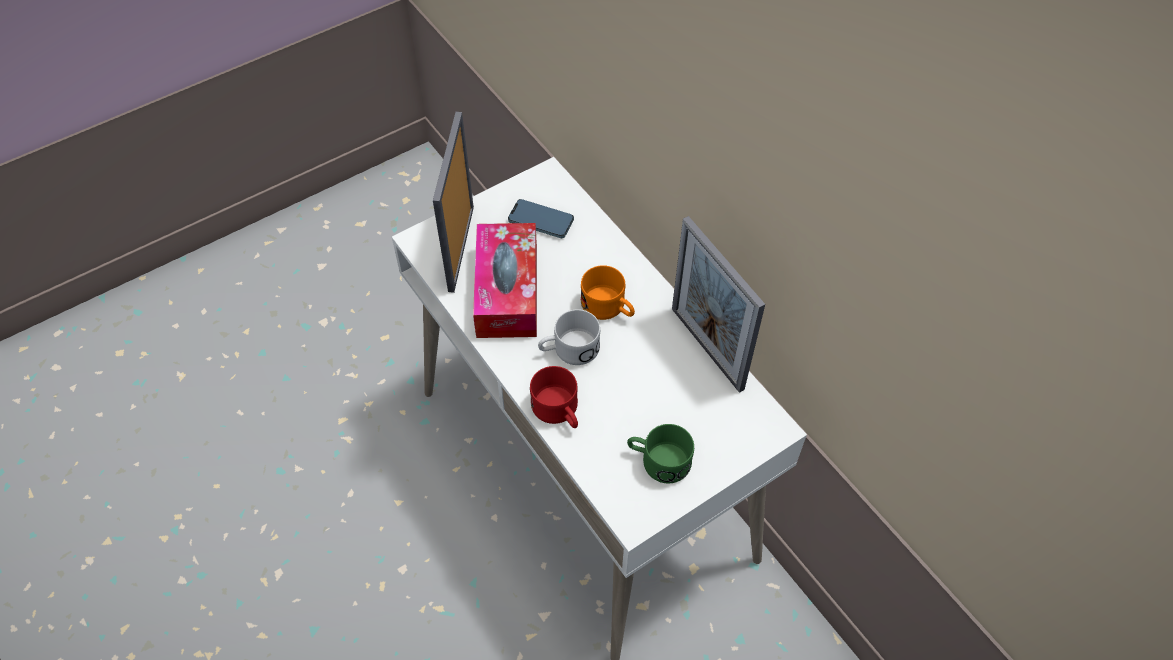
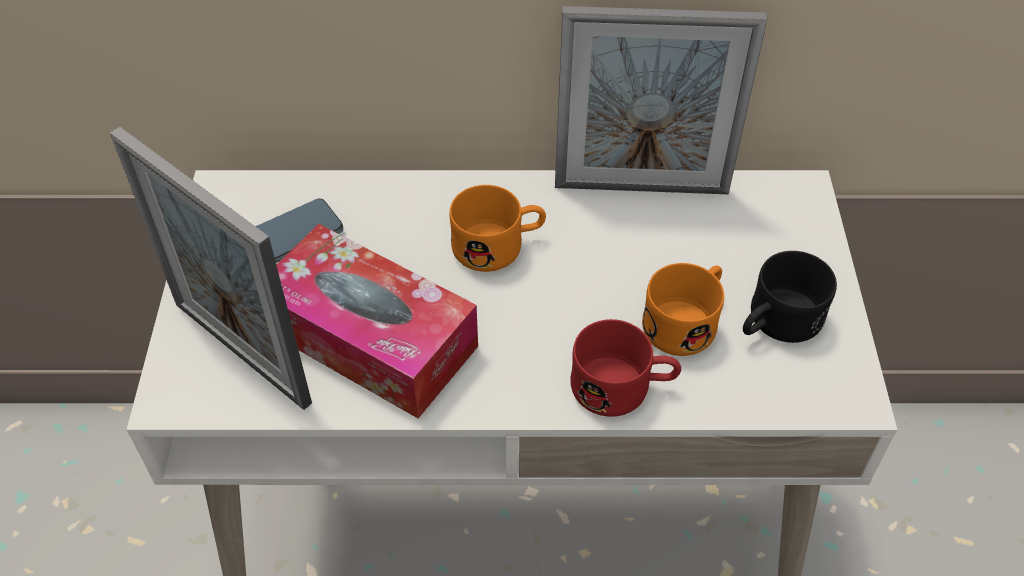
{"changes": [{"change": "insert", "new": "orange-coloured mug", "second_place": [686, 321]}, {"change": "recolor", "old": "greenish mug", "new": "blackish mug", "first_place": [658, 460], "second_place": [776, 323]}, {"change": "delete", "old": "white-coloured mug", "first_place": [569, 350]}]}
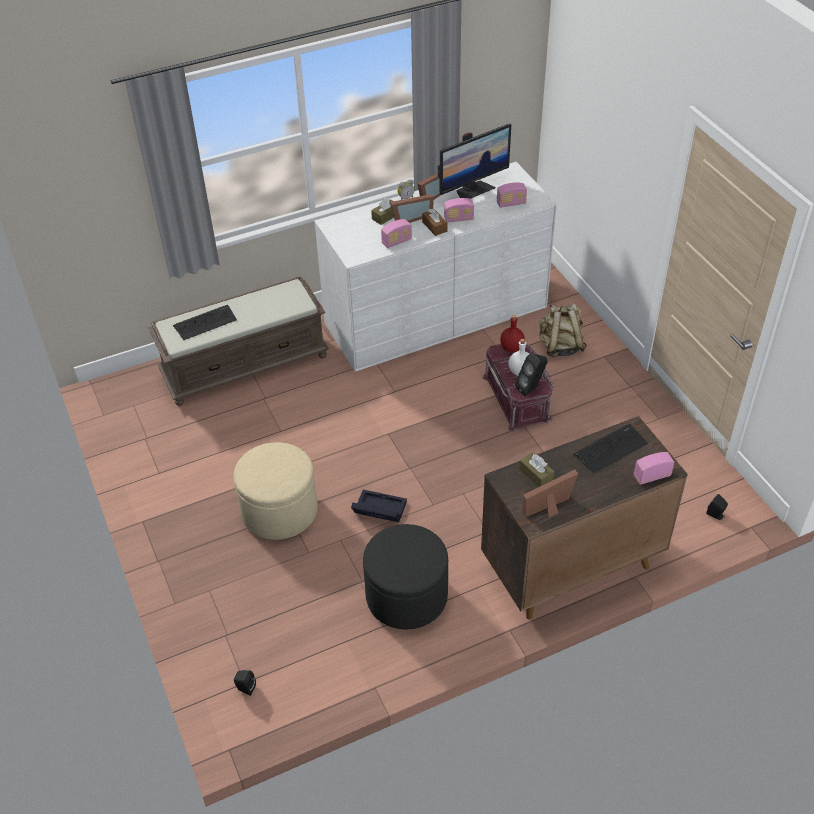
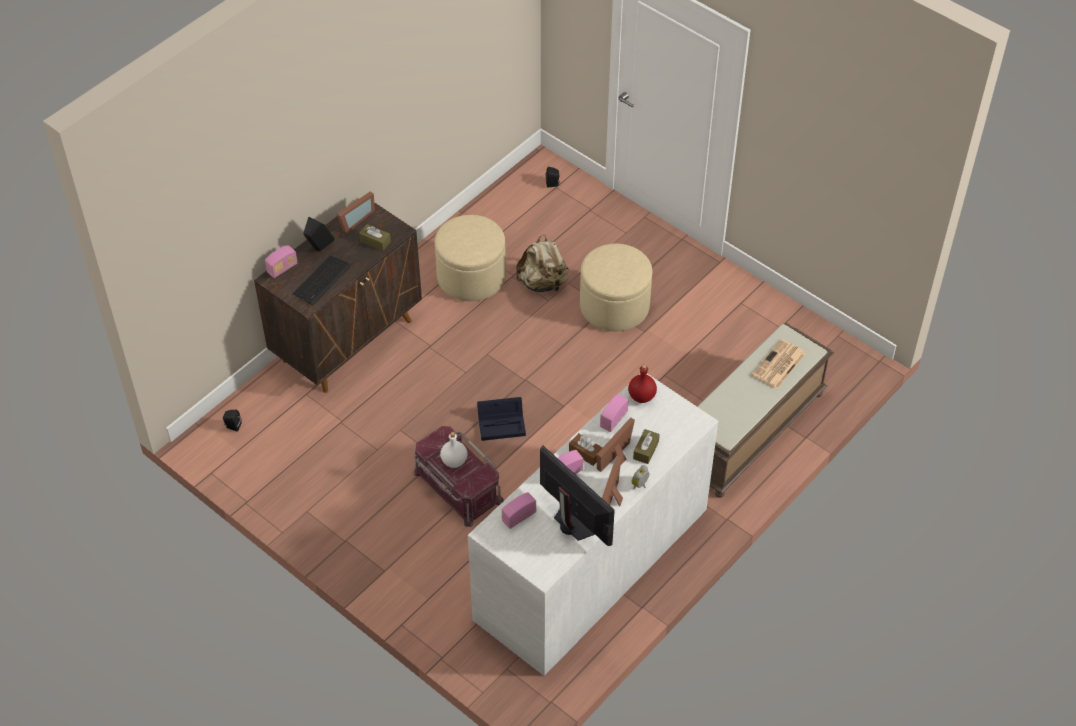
{"changes": [{"change": "move", "old": "blackish speaker", "first_place": [531, 389], "second_place": [319, 249]}, {"change": "recolor", "old": "blackish footrest", "new": "beige footrest", "first_place": [406, 596], "second_place": [471, 277]}, {"change": "move", "old": "blackish storage bin", "first_place": [378, 511], "second_place": [503, 424]}, {"change": "move", "old": "beige backpack", "first_place": [560, 346], "second_place": [543, 283]}, {"change": "rotate", "old": "monitor", "first_place": [472, 190], "second_place": [573, 524], "degrees": 105}, {"change": "move", "old": "reddish beverage bottle", "first_place": [511, 348], "second_place": [642, 396]}, {"change": "replace", "old": "computer keyboard", "new": "printed paper", "first_place": [205, 323], "second_place": [778, 365]}]}
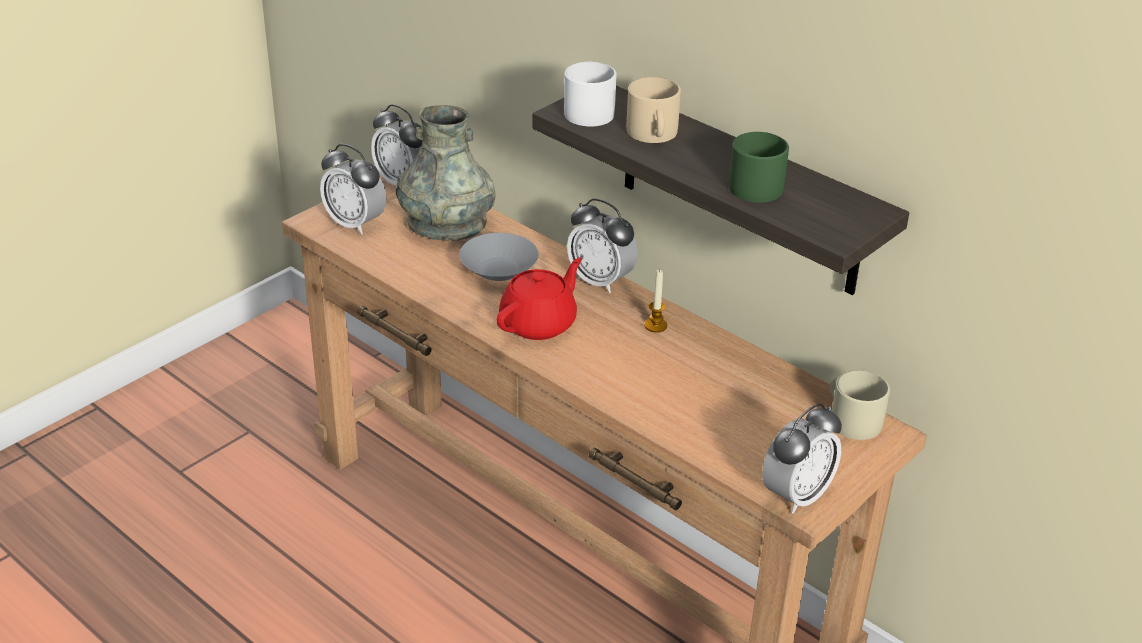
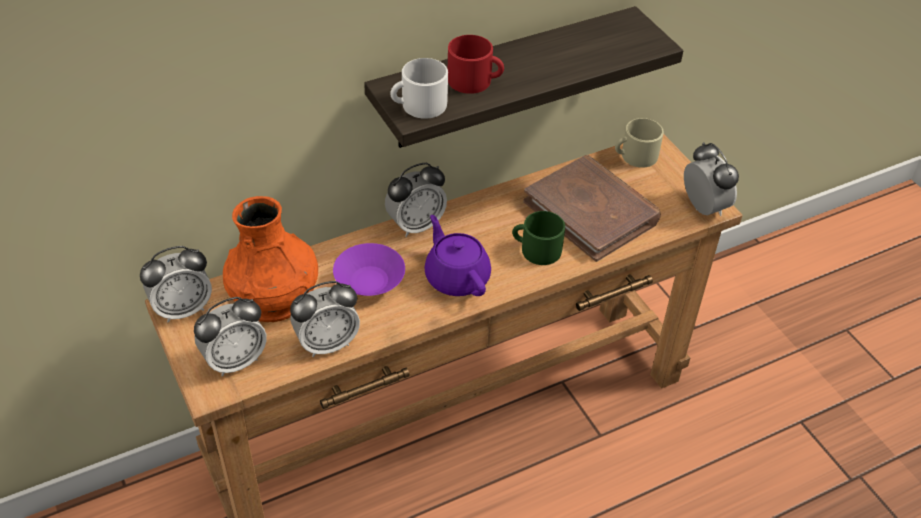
{"changes": [{"change": "recolor", "old": "gray decorative vase", "new": "orange-coloured decorative vase", "first_place": [447, 224], "second_place": [275, 296]}, {"change": "insert", "new": "alarm clock", "second_place": [327, 343]}, {"change": "recolor", "old": "gray serving bowl", "new": "purple serving bowl", "first_place": [498, 271], "second_place": [369, 282]}, {"change": "recolor", "old": "reddish pot for tea", "new": "purple pot for tea", "first_place": [539, 323], "second_place": [456, 277]}, {"change": "recolor", "old": "beige mug", "new": "reddish mug", "first_place": [653, 134], "second_place": [475, 81]}, {"change": "move", "old": "greenish mug", "first_place": [754, 184], "second_place": [536, 249]}, {"change": "insert", "new": "brown-coloured volume", "second_place": [591, 211]}, {"change": "delete", "old": "candle", "first_place": [655, 325]}]}
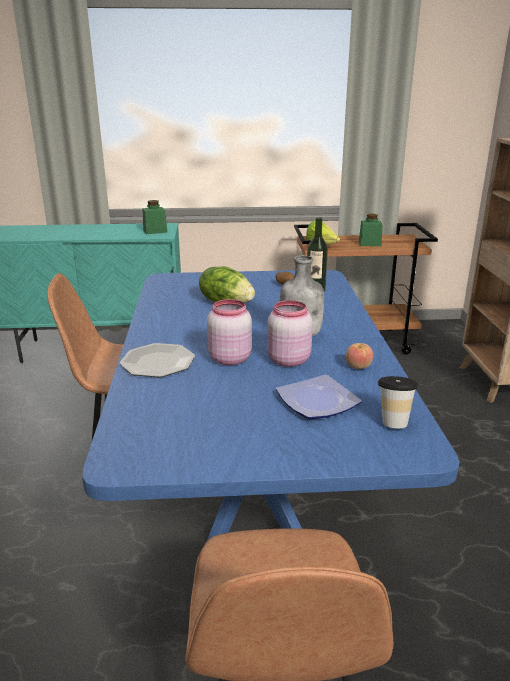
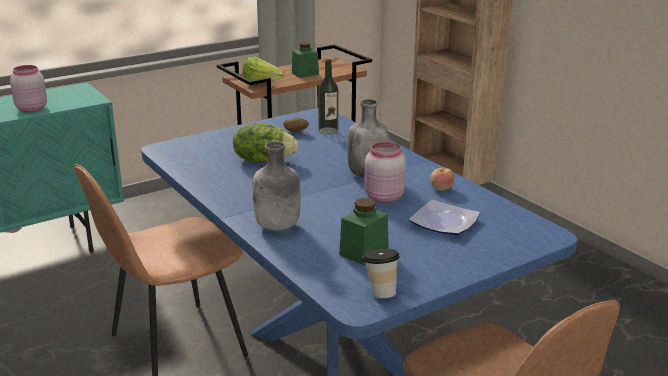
{"changes": [{"change": "move", "old": "pink jar", "first_place": [229, 358], "second_place": [31, 109]}, {"change": "replace", "old": "dinner plate", "new": "gray beverage bottle", "first_place": [157, 362], "second_place": [277, 227]}, {"change": "move", "old": "greenish jar", "first_place": [155, 231], "second_place": [364, 252]}, {"change": "move", "old": "cup", "first_place": [393, 421], "second_place": [380, 292]}]}
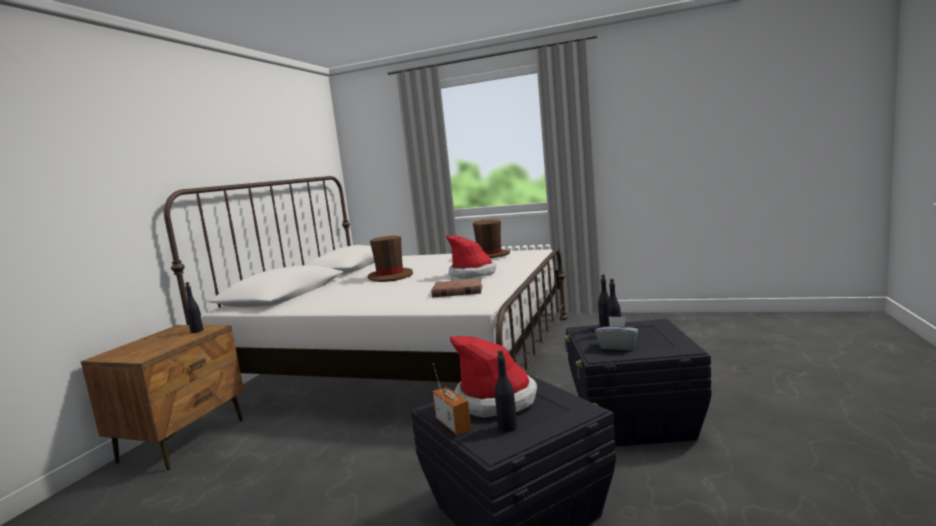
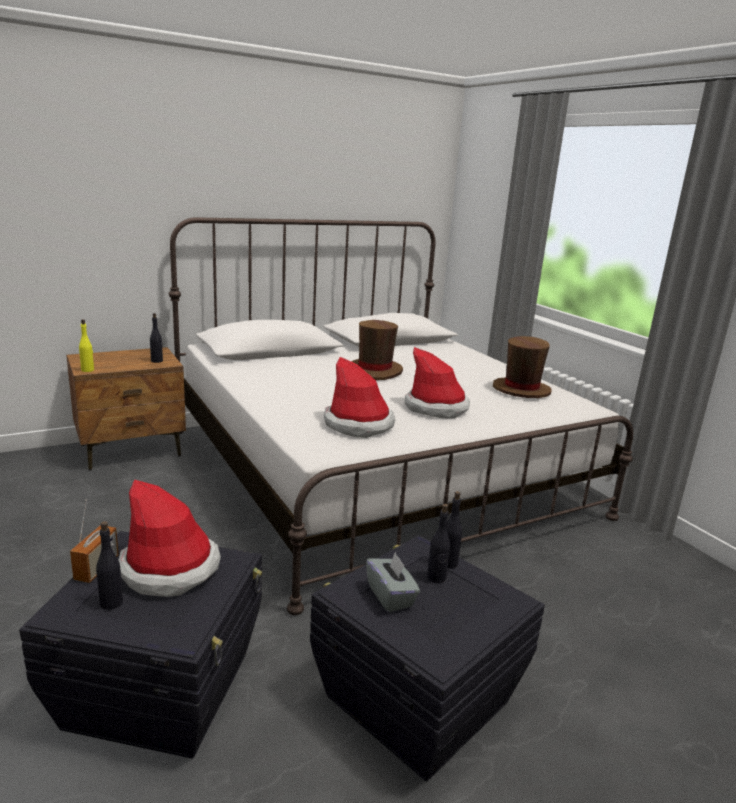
{"changes": [{"change": "insert", "new": "yellowish beverage bottle", "second_place": [87, 370]}, {"change": "replace", "old": "brown-coloured volume", "new": "clothing hat", "first_place": [457, 291], "second_place": [358, 424]}]}
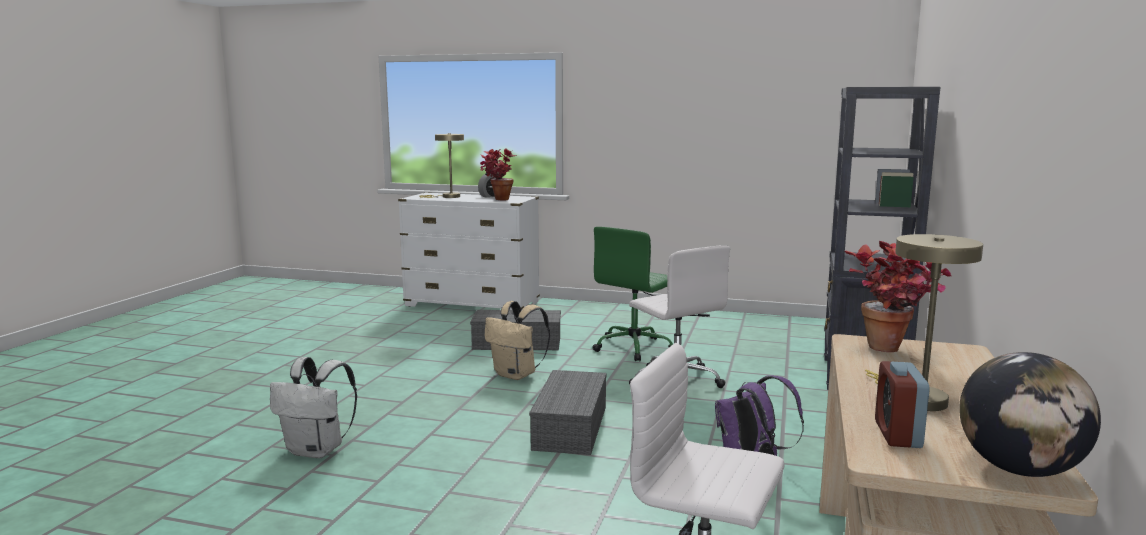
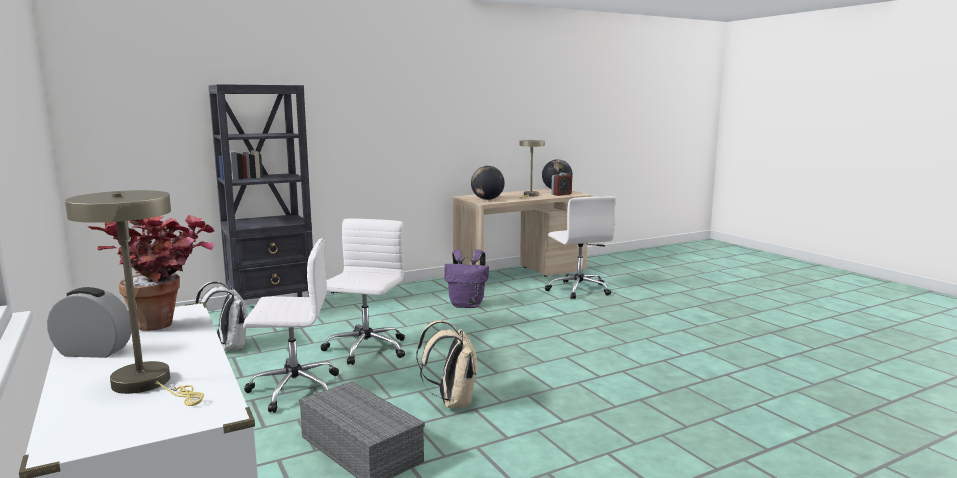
{"changes": [{"change": "move", "old": "white-coloured backpack", "first_place": [317, 450], "second_place": [228, 347]}, {"change": "recolor", "old": "greenish desk chair", "new": "white-coloured desk chair", "first_place": [635, 347], "second_place": [293, 389]}, {"change": "replace", "old": "potted plant", "new": "world globe", "first_place": [892, 352], "second_place": [487, 199]}, {"change": "delete", "old": "gray storage bin", "first_place": [571, 428]}]}
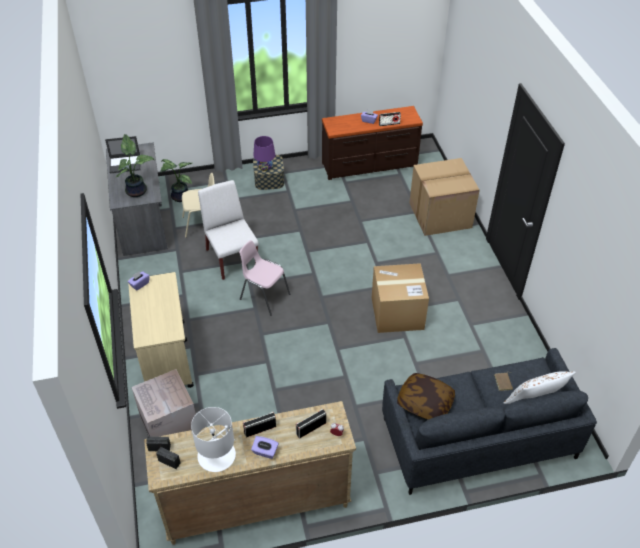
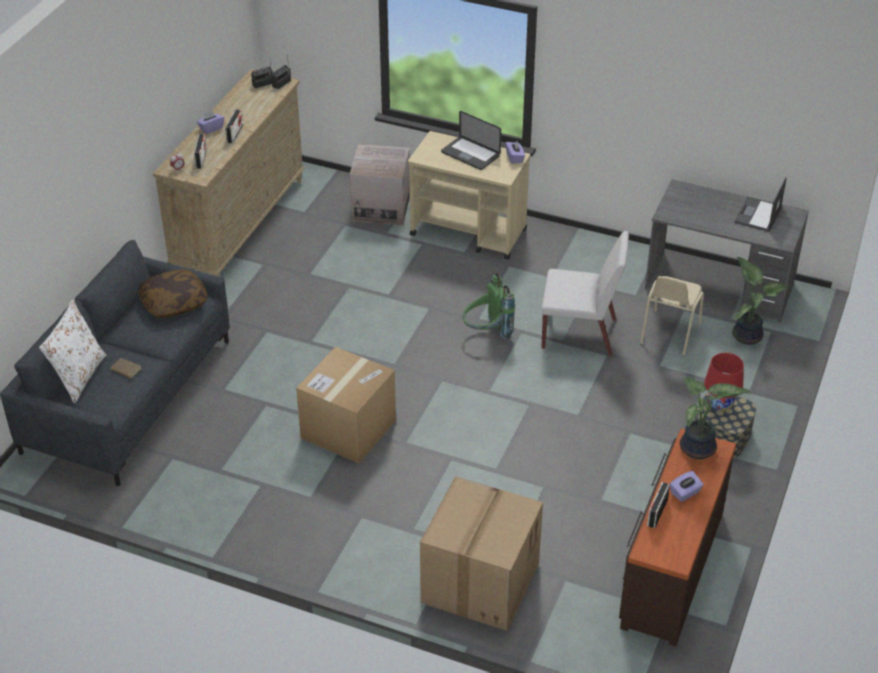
{"changes": [{"change": "insert", "new": "portable computer", "second_place": [470, 154]}, {"change": "replace", "old": "pink upright chair", "new": "greenish backpack", "first_place": [264, 296], "second_place": [487, 333]}, {"change": "move", "old": "potted plant", "first_place": [137, 190], "second_place": [699, 450]}, {"change": "recolor", "old": "purple lamp for a table", "new": "reddish lamp for a table", "first_place": [265, 167], "second_place": [720, 404]}, {"change": "delete", "old": "white-coloured lamp for a table", "first_place": [217, 455]}]}
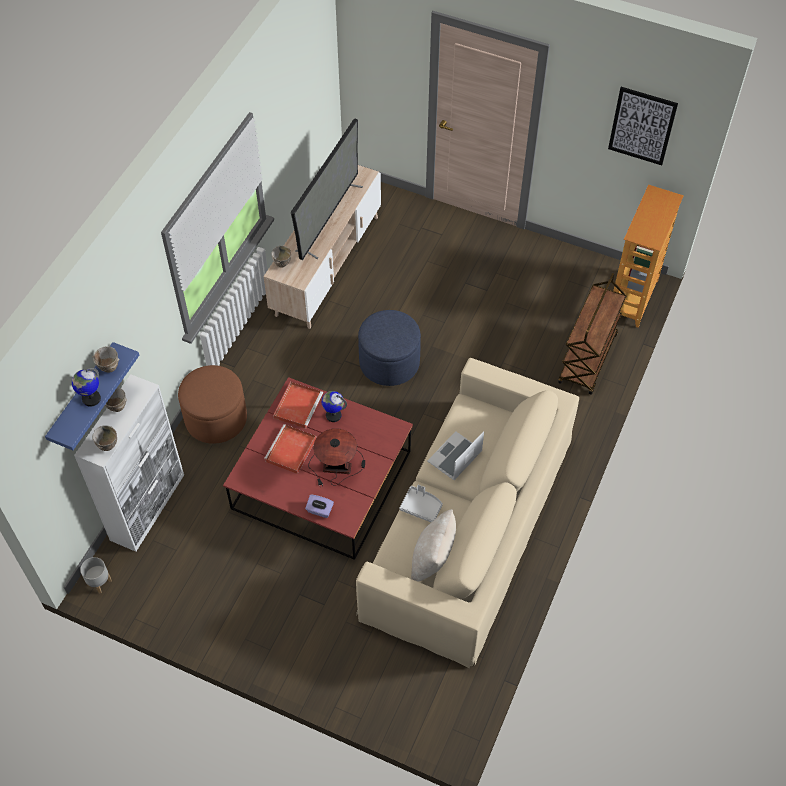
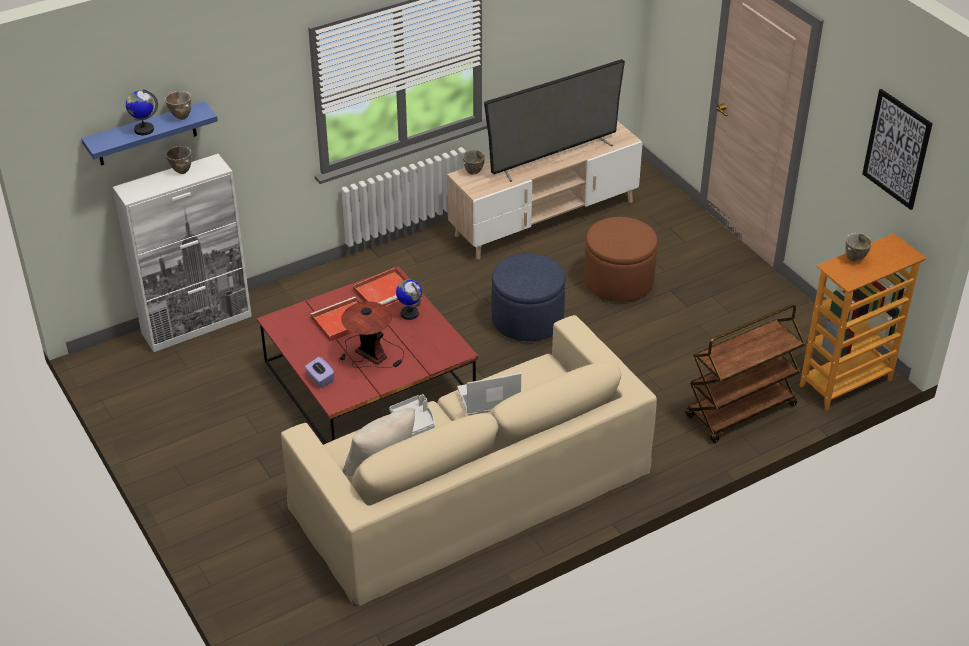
{"changes": [{"change": "move", "old": "brown-coloured footrest", "first_place": [216, 418], "second_place": [618, 281]}, {"change": "move", "old": "serving bowl", "first_place": [107, 447], "second_place": [854, 259]}, {"change": "delete", "old": "gray planter", "first_place": [99, 583]}]}
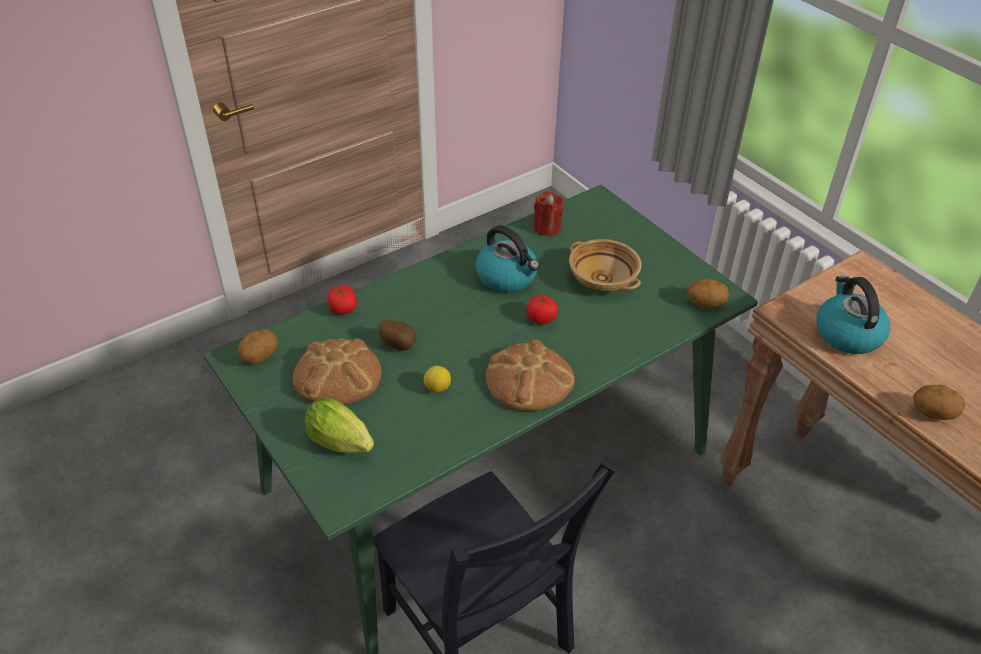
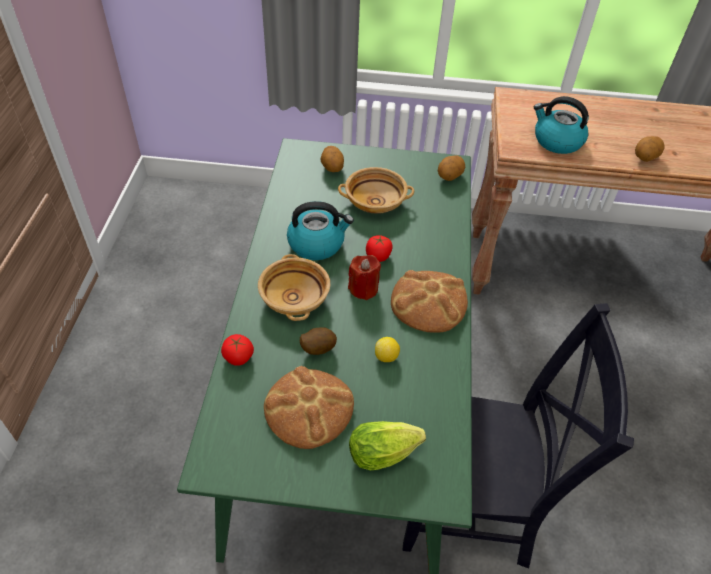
{"changes": [{"change": "insert", "new": "beige serving bowl", "second_place": [295, 299]}, {"change": "move", "old": "potato", "first_place": [260, 357], "second_place": [332, 168]}, {"change": "move", "old": "reddish candle", "first_place": [547, 227], "second_place": [363, 288]}]}
